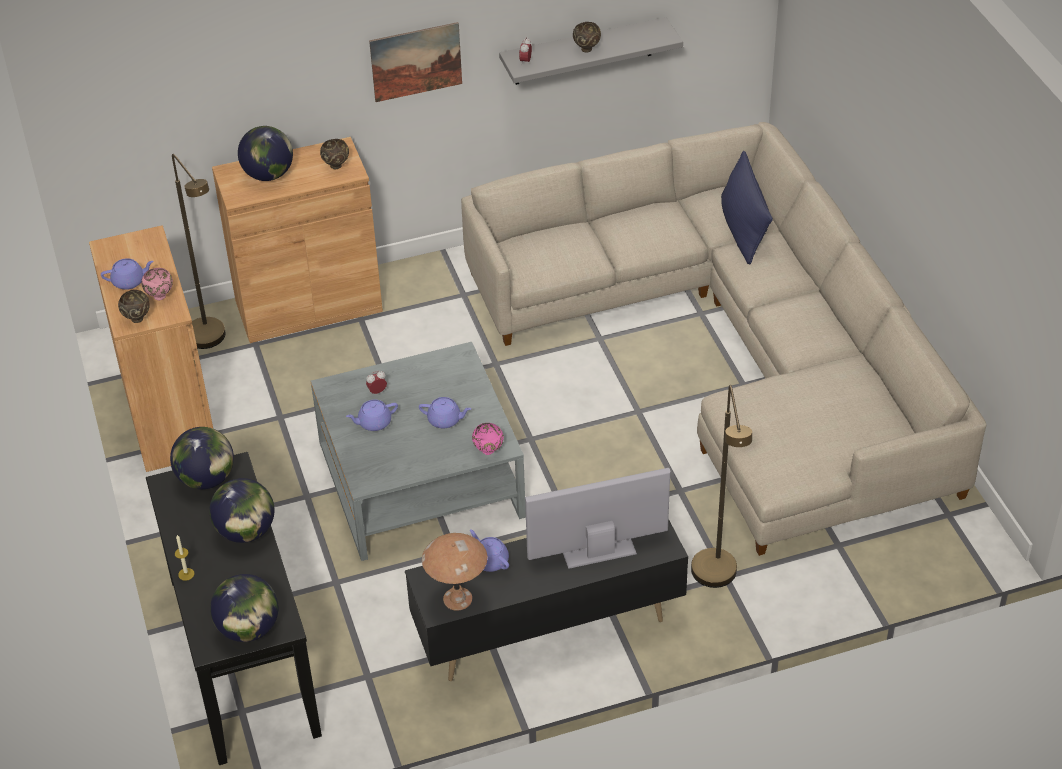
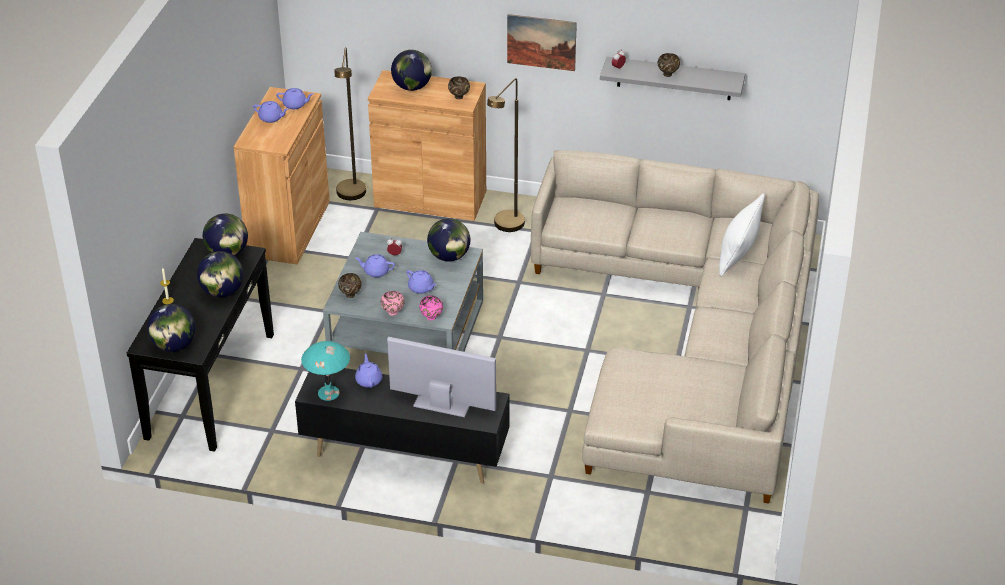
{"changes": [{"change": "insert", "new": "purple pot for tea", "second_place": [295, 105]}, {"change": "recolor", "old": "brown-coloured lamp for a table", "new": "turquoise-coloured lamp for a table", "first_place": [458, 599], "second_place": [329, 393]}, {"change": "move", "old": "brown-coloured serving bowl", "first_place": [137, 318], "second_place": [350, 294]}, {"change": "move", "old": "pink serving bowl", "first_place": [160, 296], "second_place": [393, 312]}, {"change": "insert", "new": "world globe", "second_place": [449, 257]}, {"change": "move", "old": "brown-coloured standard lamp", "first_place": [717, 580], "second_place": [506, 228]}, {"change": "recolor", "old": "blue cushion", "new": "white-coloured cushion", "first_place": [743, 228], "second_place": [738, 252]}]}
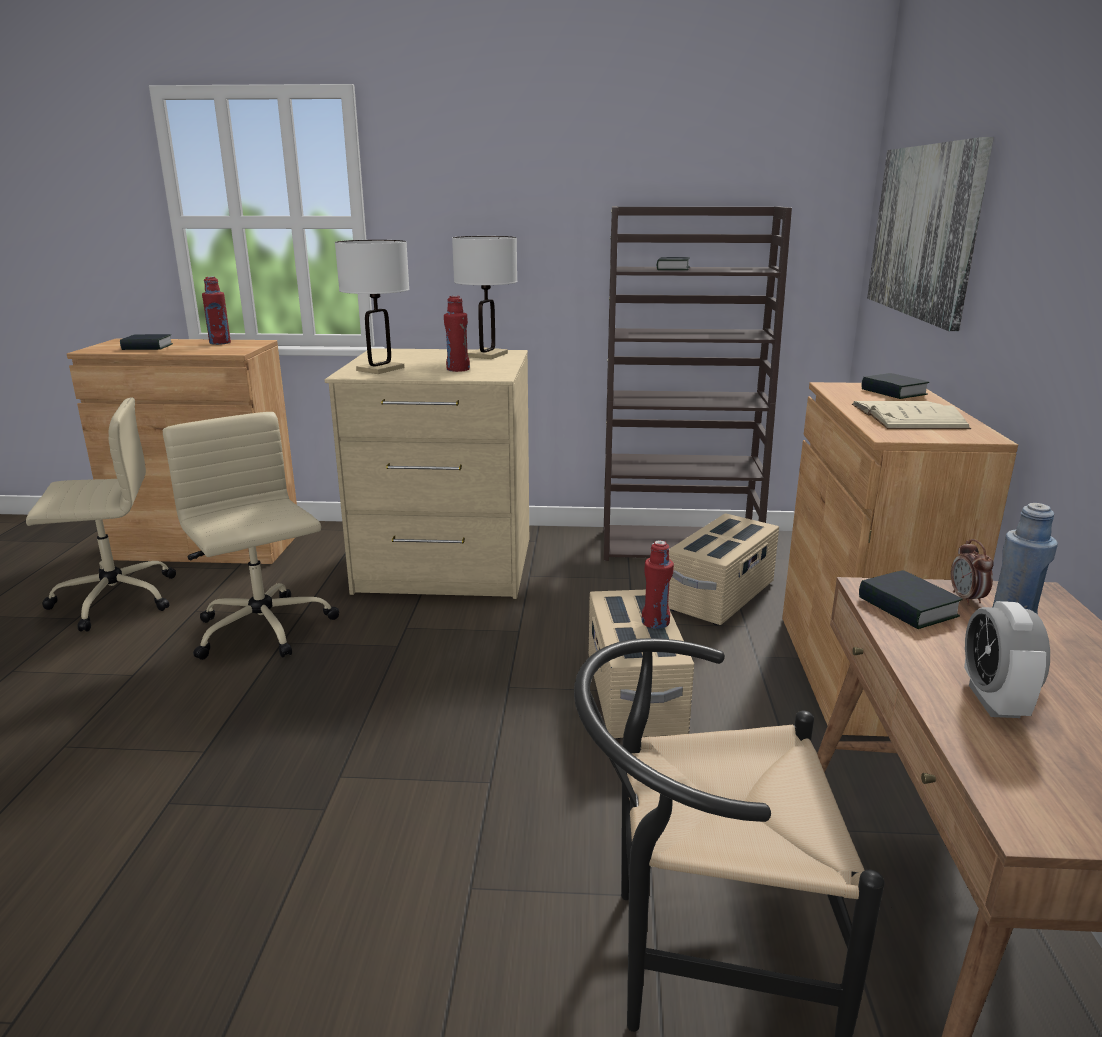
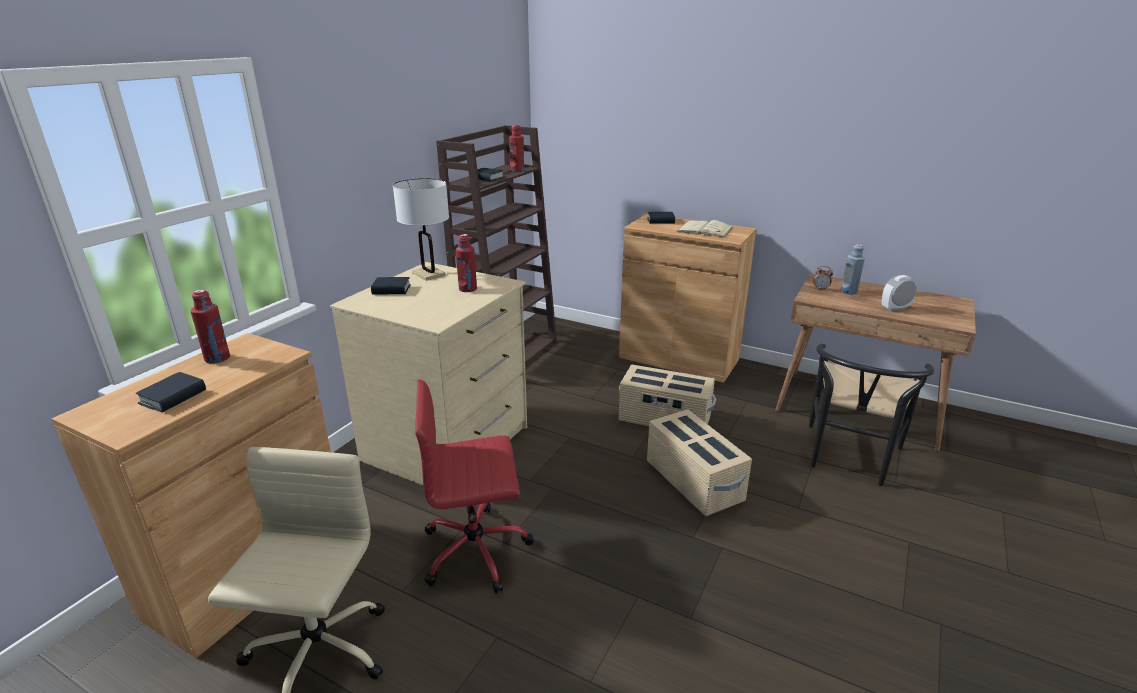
{"changes": [{"change": "move", "old": "volume", "first_place": [907, 608], "second_place": [391, 290]}, {"change": "recolor", "old": "beige desk chair", "new": "reddish desk chair", "first_place": [264, 630], "second_place": [477, 550]}, {"change": "move", "old": "reddish beverage bottle", "first_place": [655, 622], "second_place": [517, 171]}, {"change": "move", "old": "beige storage bin", "first_place": [720, 596], "second_place": [693, 481]}, {"change": "rotate", "old": "alarm clock", "first_place": [993, 701], "second_place": [895, 308], "degrees": 135}, {"change": "delete", "old": "white-coloured lamp for a table", "first_place": [380, 369]}, {"change": "delete", "old": "picture", "first_place": [924, 231]}]}
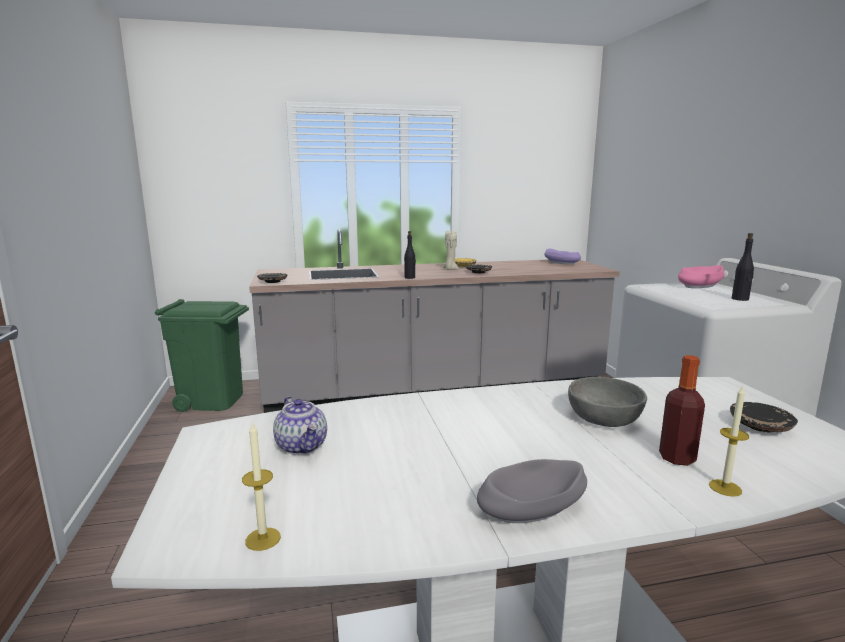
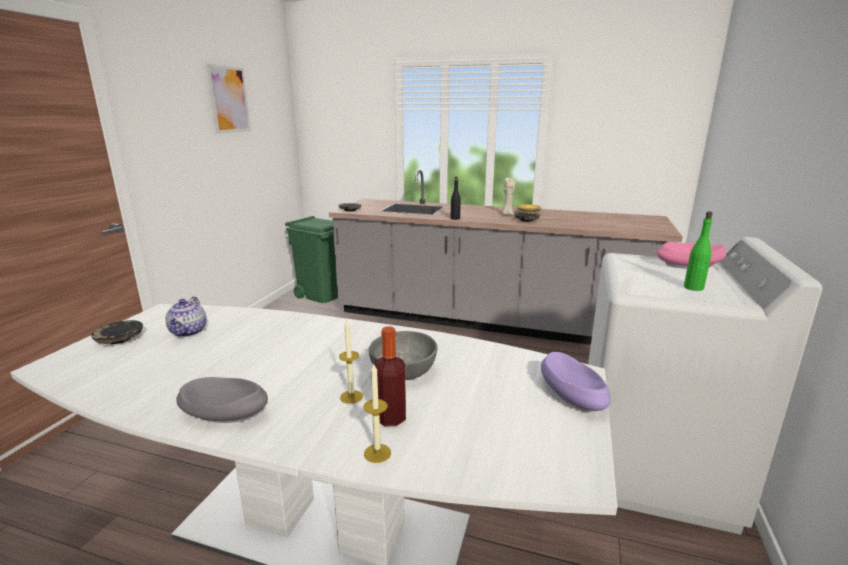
{"changes": [{"change": "move", "old": "blackish dinner plate", "first_place": [760, 426], "second_place": [119, 339]}, {"change": "insert", "new": "picture", "second_place": [229, 99]}, {"change": "move", "old": "candle", "first_place": [263, 539], "second_place": [351, 397]}, {"change": "move", "old": "purple serving bowl", "first_place": [561, 263], "second_place": [571, 395]}, {"change": "recolor", "old": "blackish beverage bottle", "new": "greenish beverage bottle", "first_place": [740, 299], "second_place": [693, 288]}]}
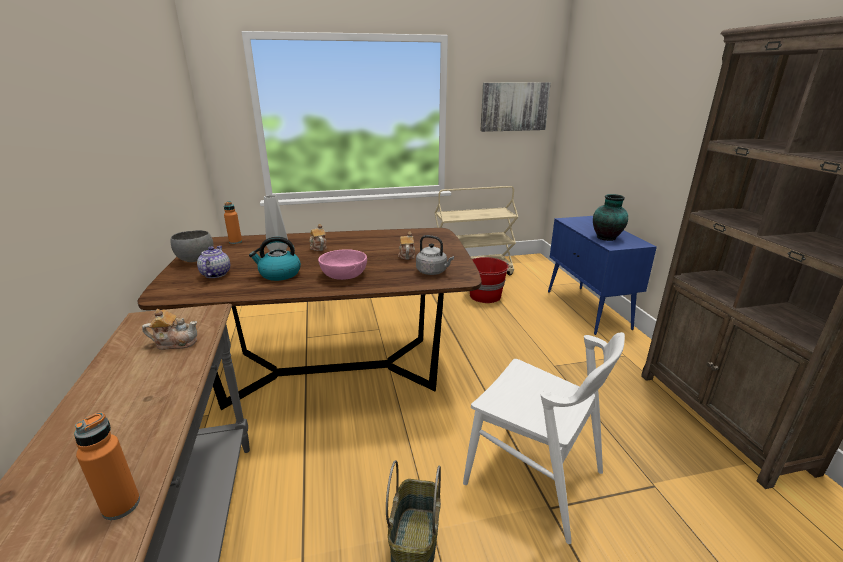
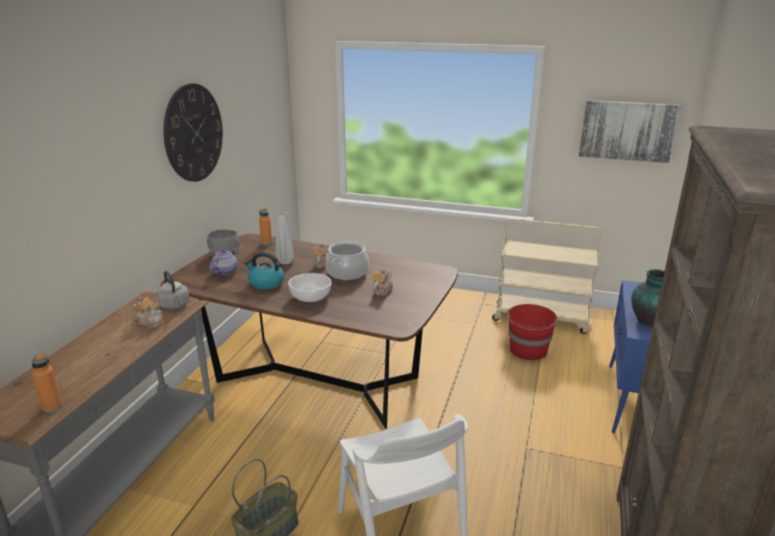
{"changes": [{"change": "move", "old": "gray tea kettle", "first_place": [433, 272], "second_place": [175, 306]}, {"change": "insert", "new": "hanging clock", "second_place": [193, 133]}, {"change": "recolor", "old": "pink serving bowl", "new": "white-coloured serving bowl", "first_place": [344, 274], "second_place": [310, 296]}, {"change": "insert", "new": "stockpot", "second_place": [347, 272]}]}
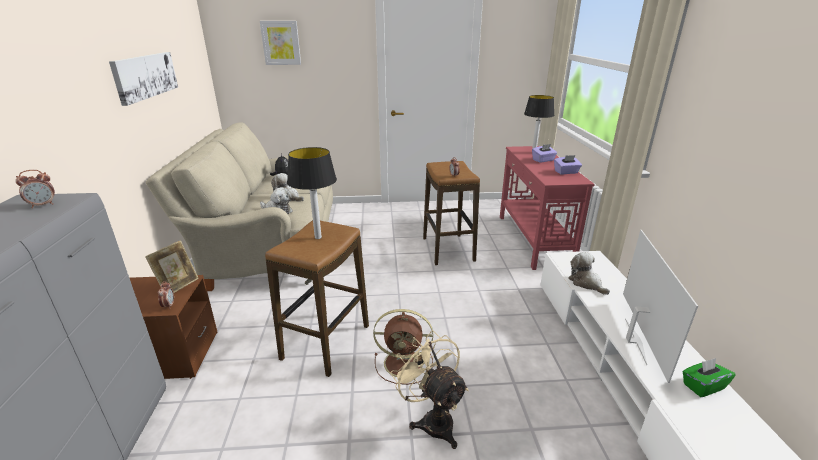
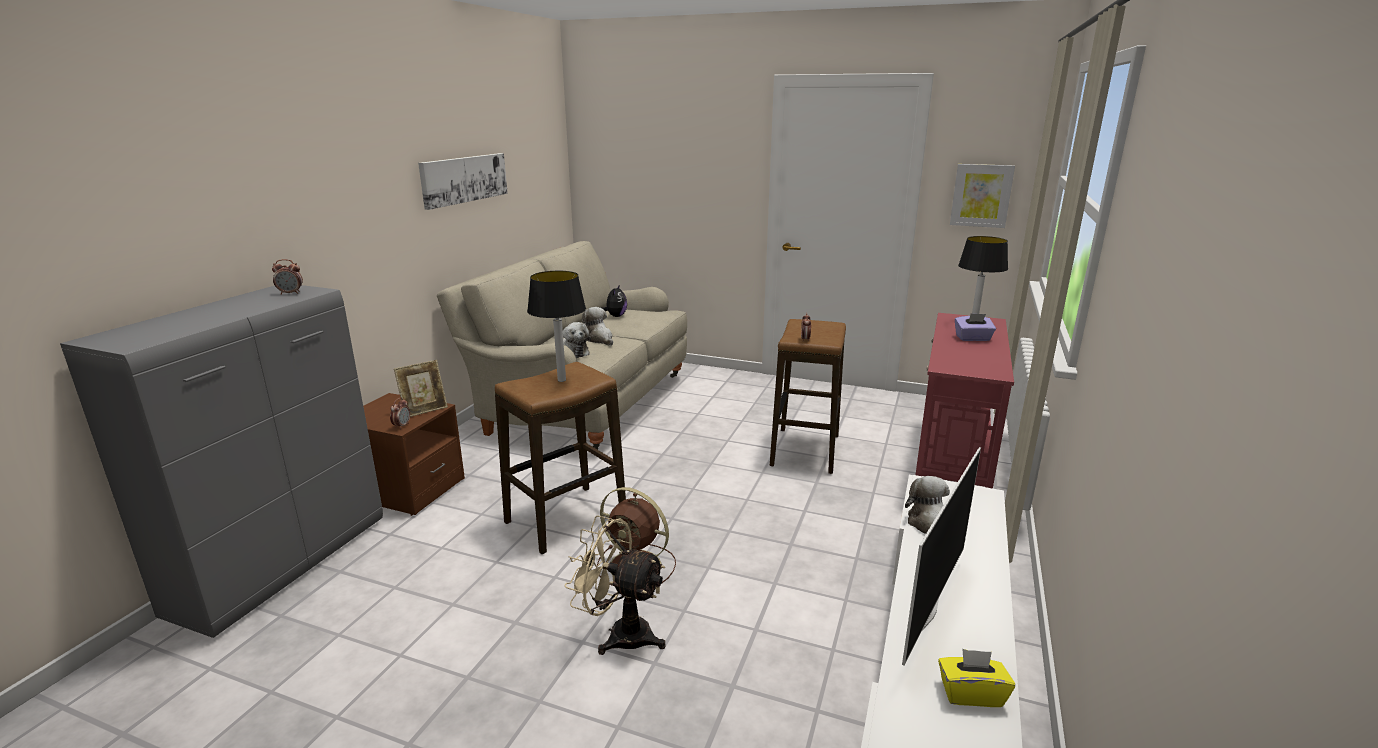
{"changes": [{"change": "rotate", "old": "beige fan", "first_place": [432, 419], "second_place": [620, 633], "degrees": -60}, {"change": "recolor", "old": "greenish box of tissues", "new": "yellowish box of tissues", "first_place": [702, 386], "second_place": [971, 693]}, {"change": "move", "old": "picture", "first_place": [281, 43], "second_place": [981, 195]}, {"change": "delete", "old": "purple box of tissues", "first_place": [566, 172]}]}
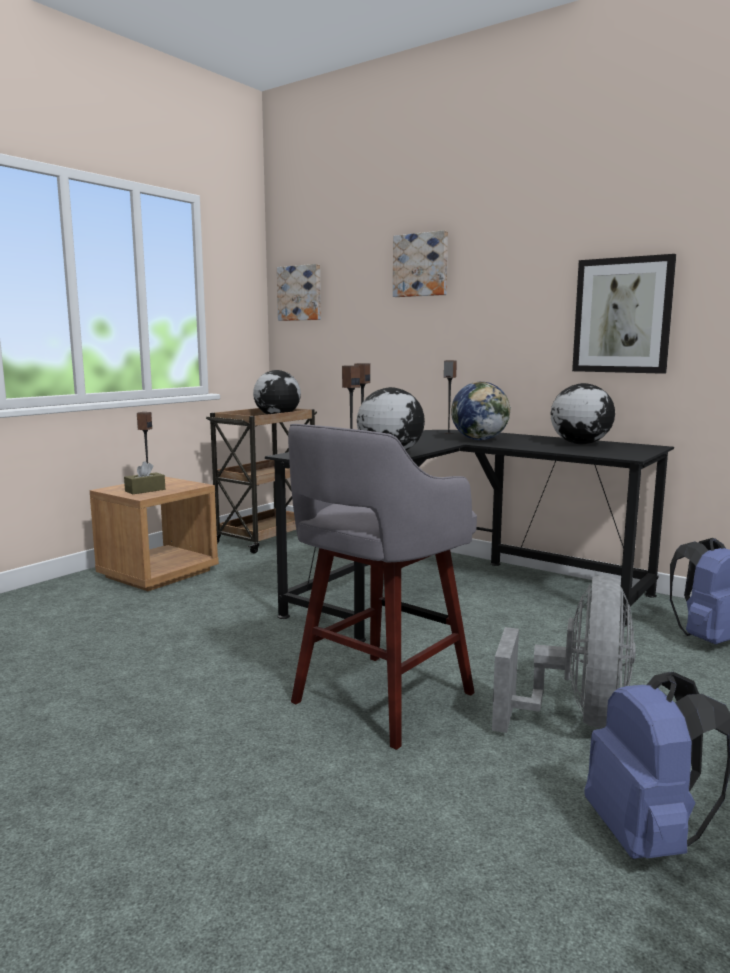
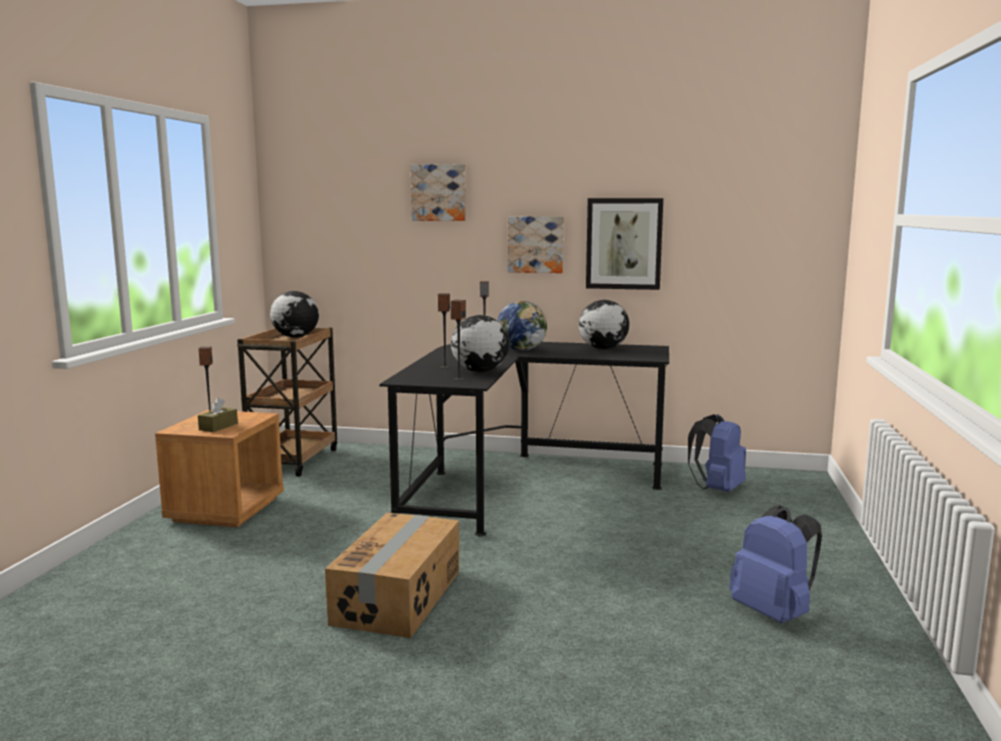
{"changes": [{"change": "insert", "new": "packing box", "second_place": [399, 596]}, {"change": "move", "old": "picture", "first_place": [300, 293], "second_place": [536, 244]}, {"change": "delete", "old": "gray sitting stool", "first_place": [379, 700]}, {"change": "delete", "old": "gray fan", "first_place": [576, 717]}]}
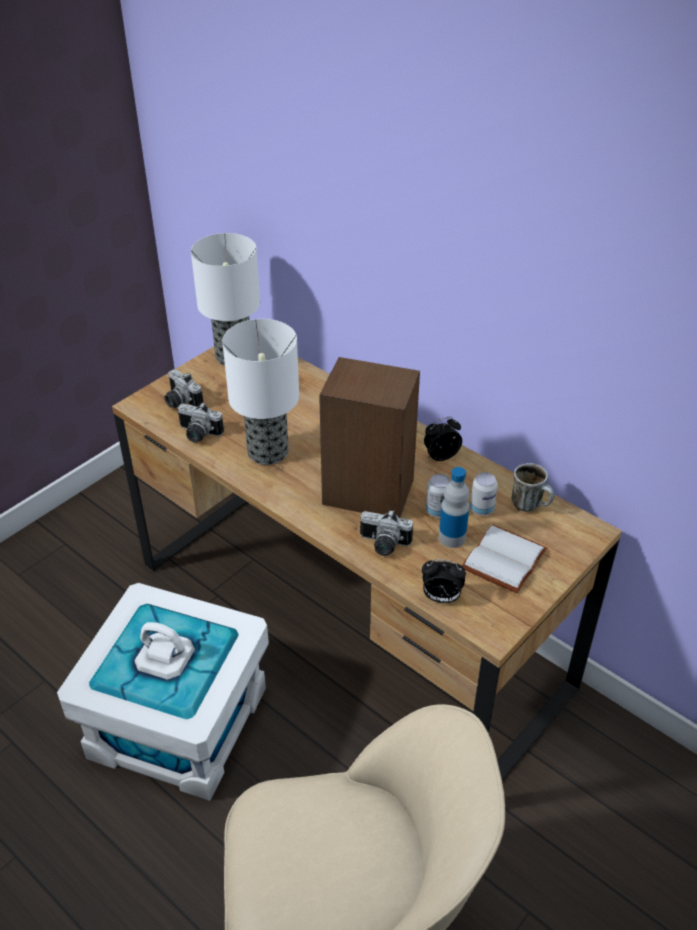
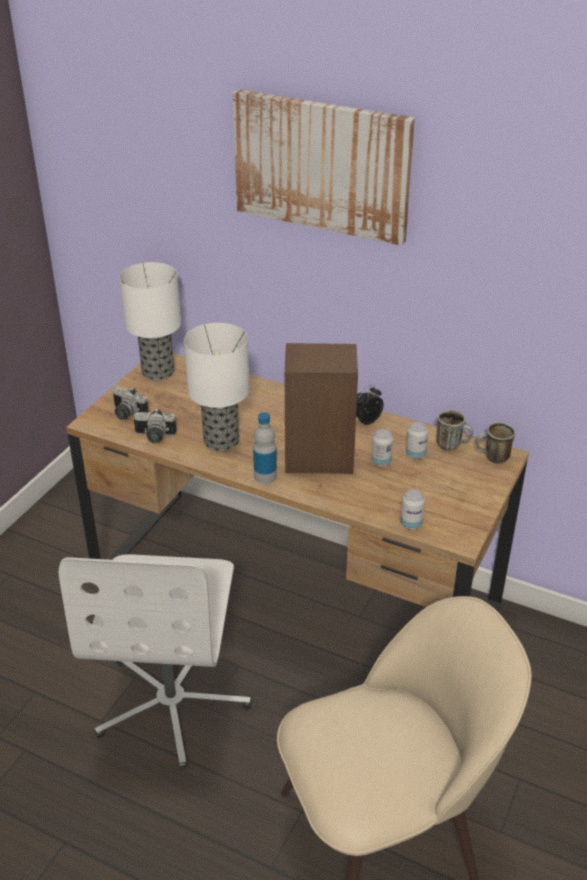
{"changes": [{"change": "replace", "old": "white-coloured storage bin", "new": "white-coloured desk chair", "first_place": [177, 723], "second_place": [173, 702]}, {"change": "insert", "new": "picture", "second_place": [322, 165]}, {"change": "move", "old": "beverage bottle", "first_place": [452, 537], "second_place": [265, 476]}, {"change": "replace", "old": "alarm clock", "new": "metal can", "first_place": [441, 598], "second_place": [411, 524]}, {"change": "insert", "new": "mug", "second_place": [492, 458]}, {"change": "delete", "old": "still camera", "first_place": [383, 545]}, {"change": "delete", "old": "white-coloured volume", "first_place": [505, 561]}]}
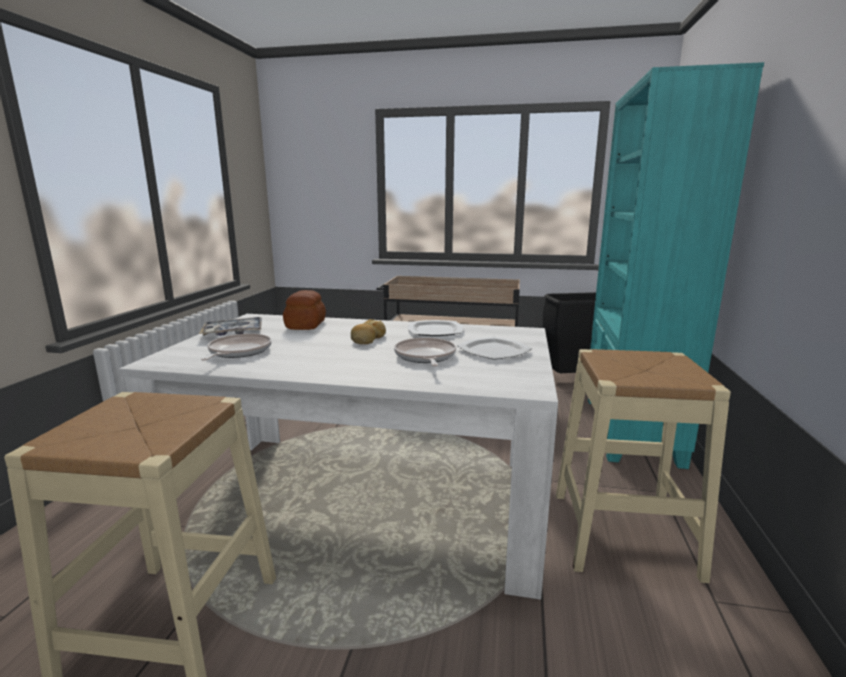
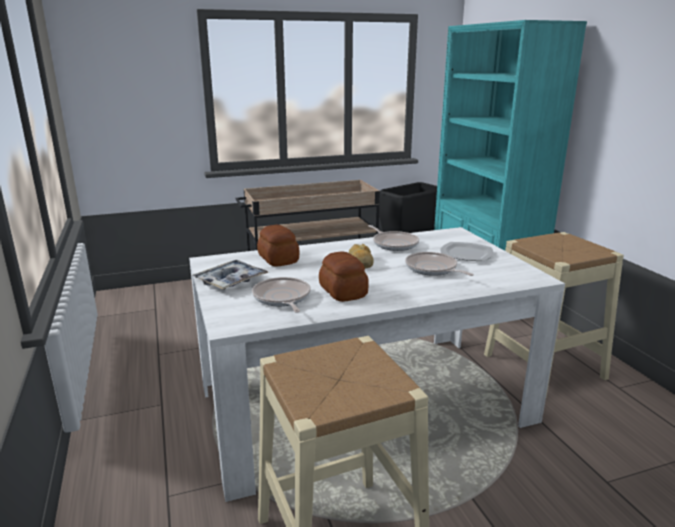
{"changes": [{"change": "insert", "new": "bread", "second_place": [343, 291]}, {"change": "replace", "old": "dinner plate", "new": "pan", "first_place": [435, 330], "second_place": [394, 244]}]}
